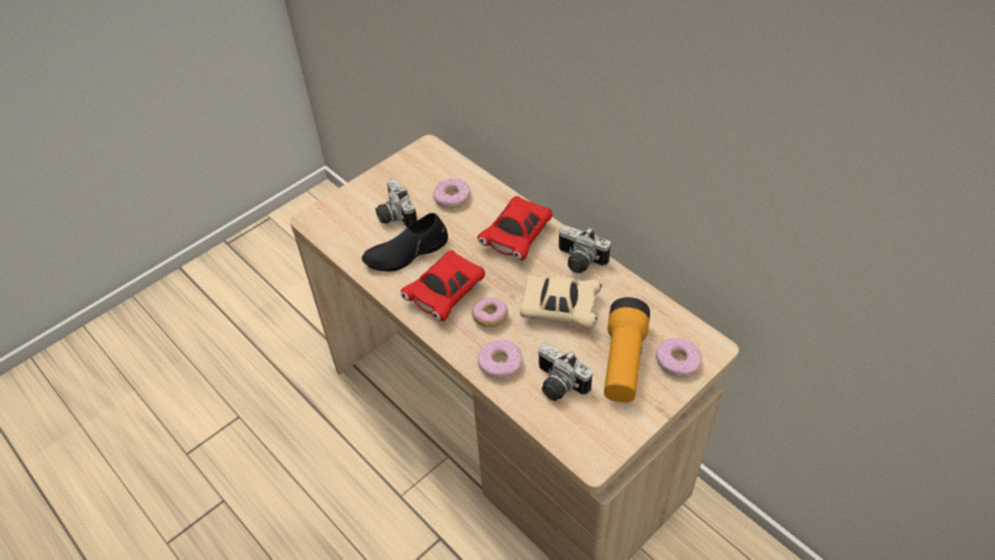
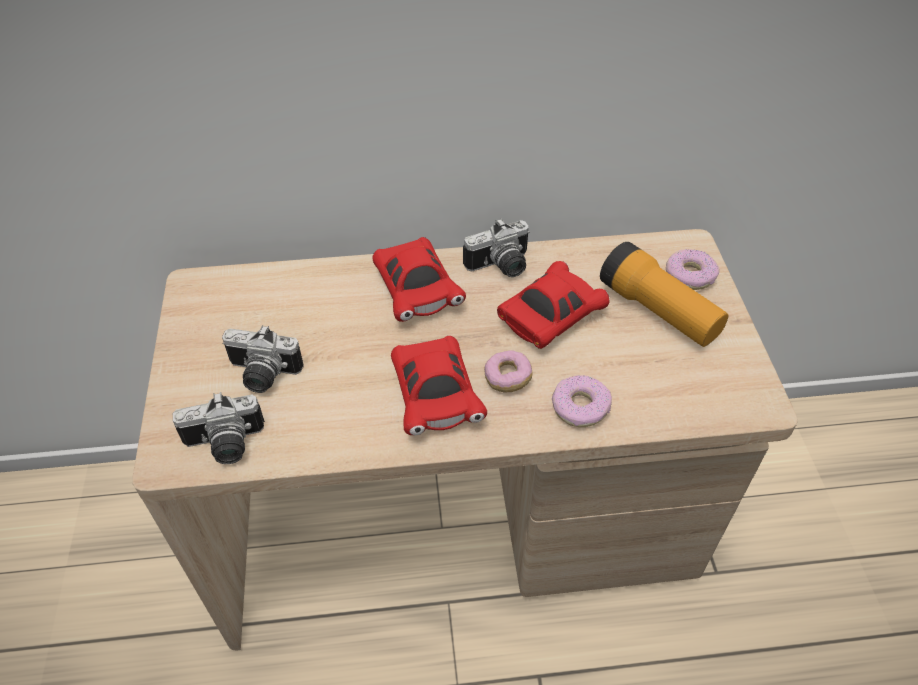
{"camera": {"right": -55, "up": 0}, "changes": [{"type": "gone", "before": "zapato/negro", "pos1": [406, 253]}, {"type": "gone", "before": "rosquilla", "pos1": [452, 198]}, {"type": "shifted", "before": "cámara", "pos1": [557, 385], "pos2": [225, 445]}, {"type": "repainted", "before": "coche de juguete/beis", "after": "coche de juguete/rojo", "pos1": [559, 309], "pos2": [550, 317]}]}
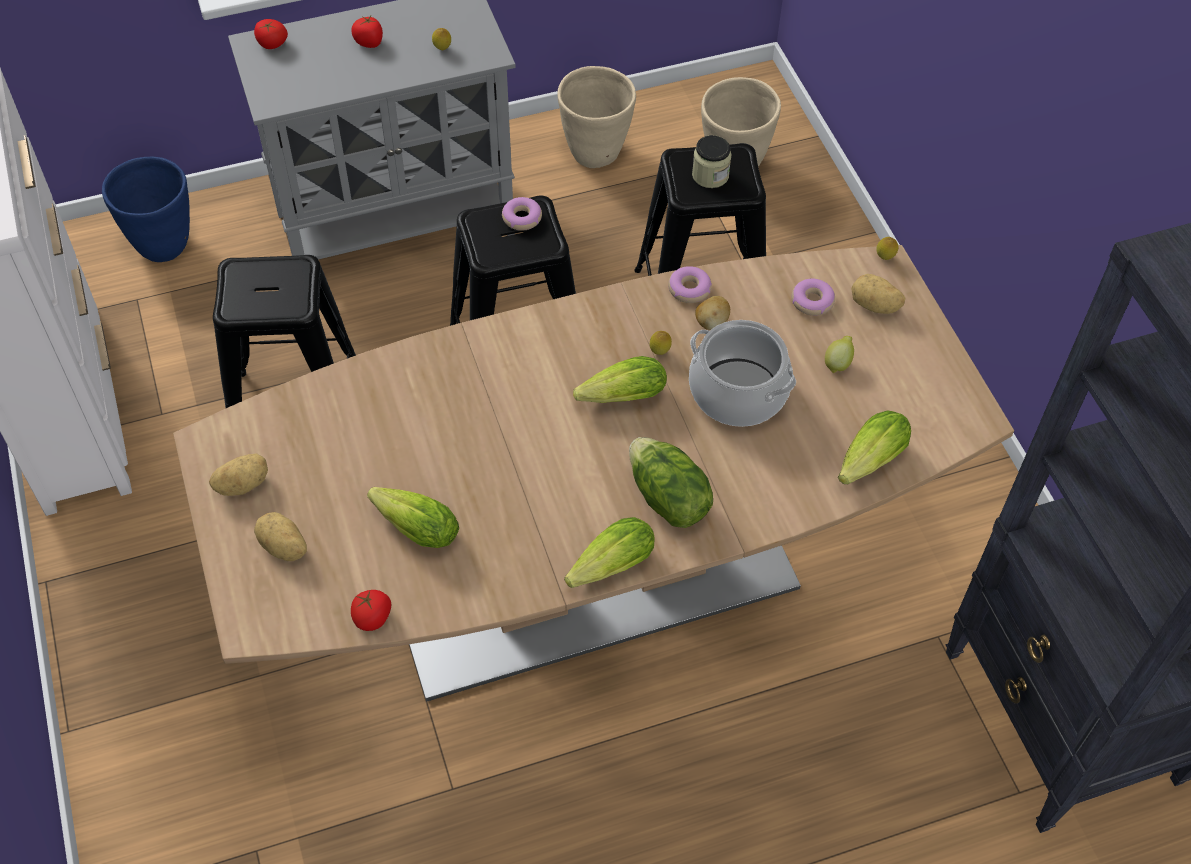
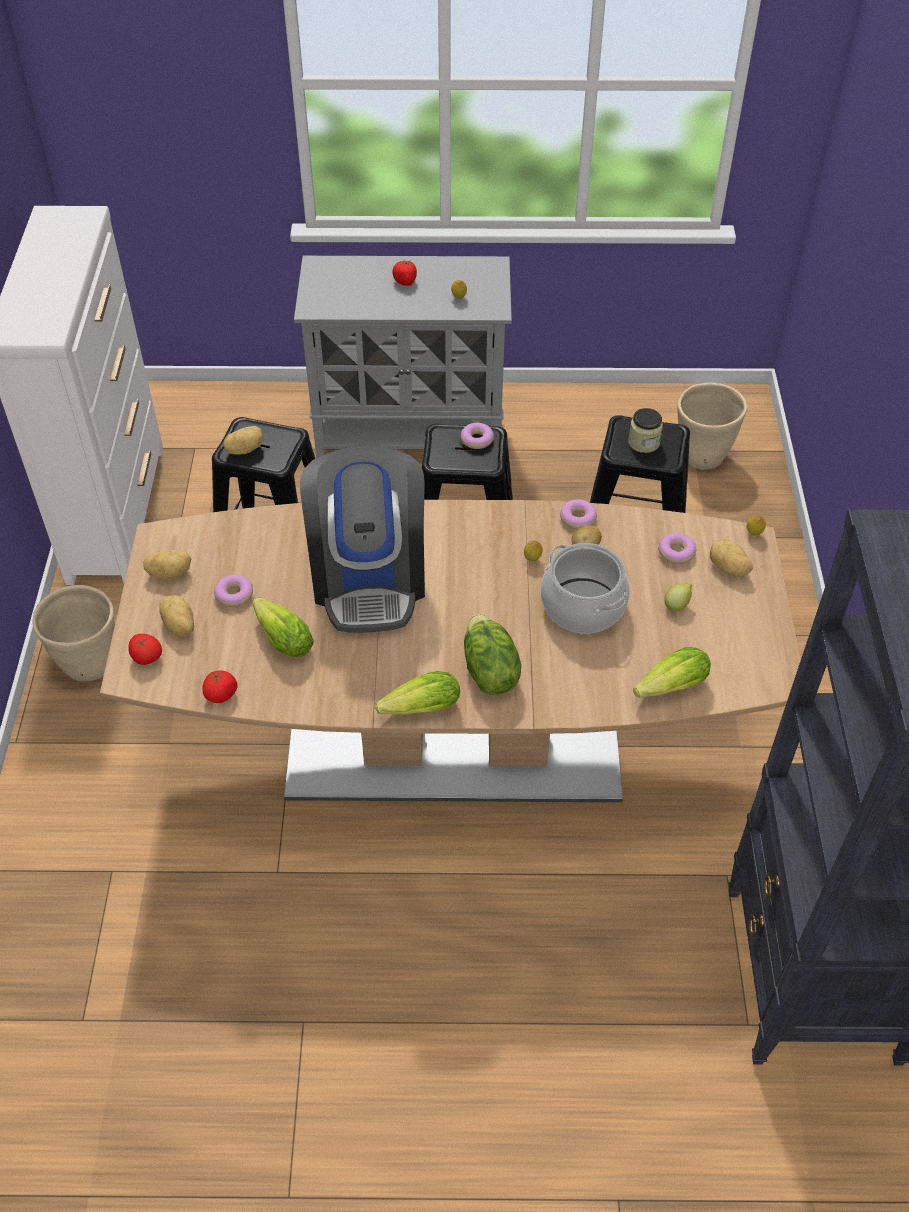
{"camera": {"right": 20, "up": -5}, "changes": [{"type": "gone", "before": "maceta/azul", "pos1": [163, 245]}, {"type": "gone", "before": "lechuga", "pos1": [618, 398]}, {"type": "new", "after": "rosquilla", "pos2": [234, 595]}, {"type": "new", "after": "patata", "pos2": [245, 449]}, {"type": "new", "after": "cafetera", "pos2": [369, 578]}, {"type": "shifted", "before": "tomate", "pos1": [272, 44], "pos2": [146, 657]}, {"type": "shifted", "before": "maceta/beis", "pos1": [596, 153], "pos2": [91, 665]}]}
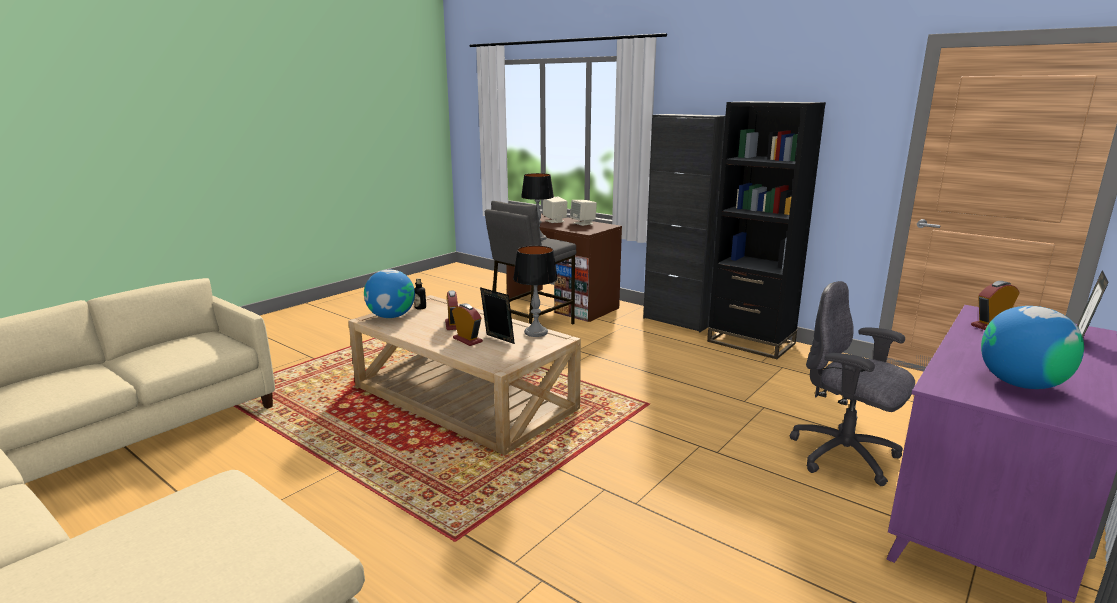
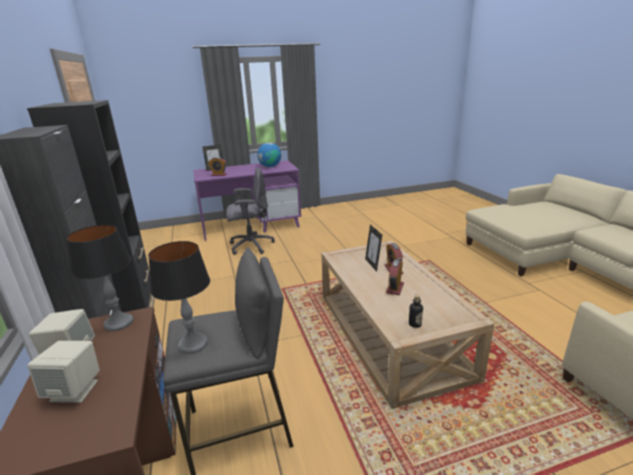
{"camera": {"right": -145, "up": 5}, "changes": [{"type": "gone", "before": "globo terráqueo", "pos1": [391, 316]}, {"type": "shifted", "before": "lámpara de mesa", "pos1": [535, 332], "pos2": [119, 323]}, {"type": "rotated", "before": "silla de oficina/gris", "pos1": [845, 456], "pos2": [250, 246], "turn": -90}]}
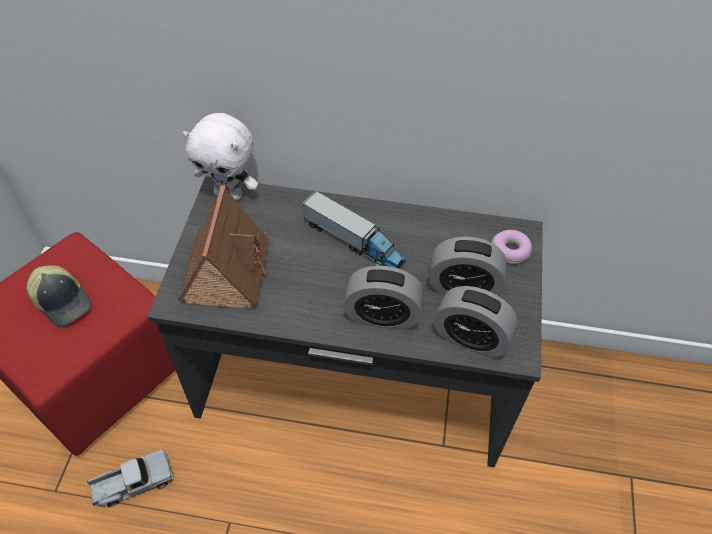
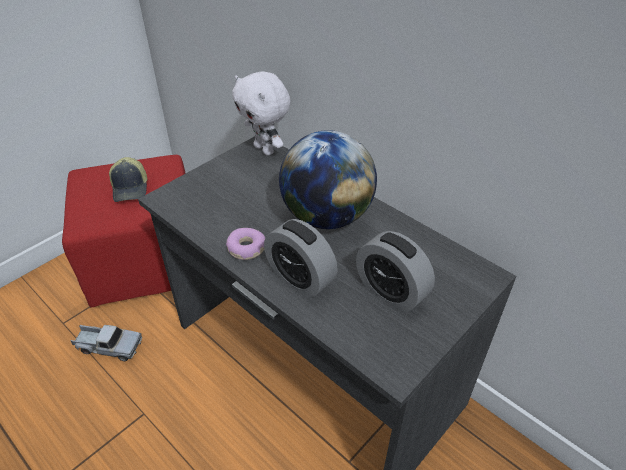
{"camera": {"right": 35, "up": -10}, "changes": [{"type": "gone", "before": "casita", "pos1": [227, 269]}, {"type": "gone", "before": "despertador", "pos1": [471, 338]}, {"type": "shifted", "before": "rosquilla", "pos1": [510, 251], "pos2": [246, 249]}, {"type": "swapped", "before": "camión de juguete", "after": "globo terráqueo", "pos1": [353, 242], "pos2": [327, 217]}]}
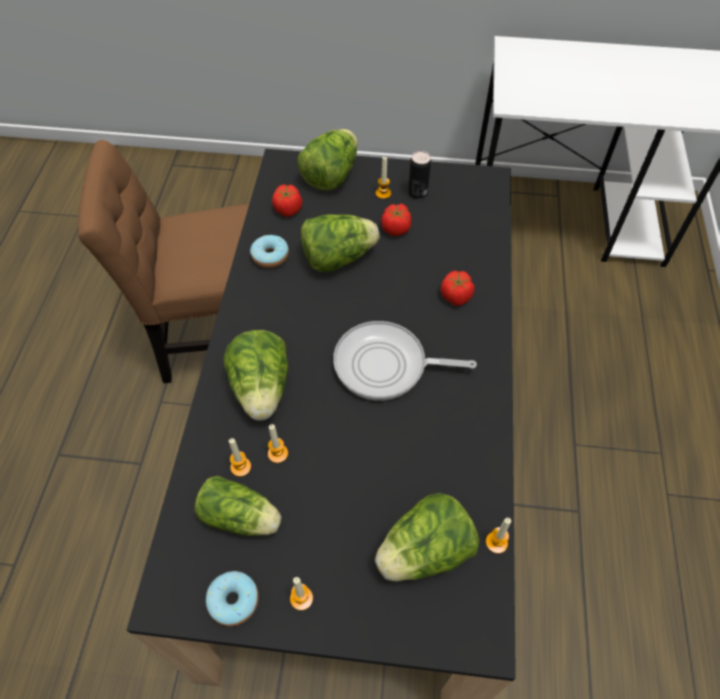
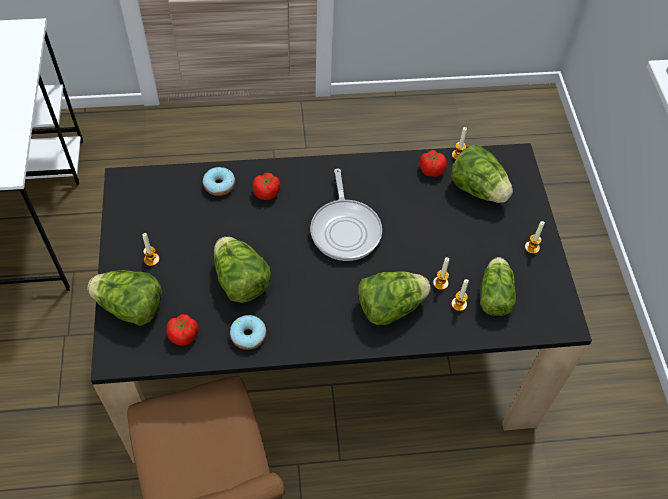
{"camera": {"right": -105, "up": 0}, "changes": [{"type": "gone", "before": "lata", "pos1": [417, 193]}, {"type": "shifted", "before": "rosquilla", "pos1": [233, 601], "pos2": [219, 185]}, {"type": "shifted", "before": "tomate", "pos1": [396, 228], "pos2": [431, 170]}]}
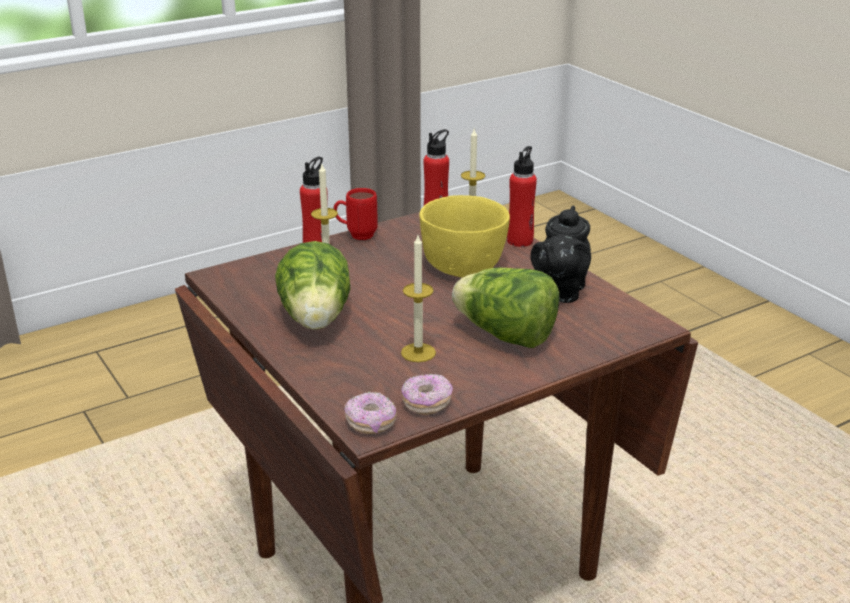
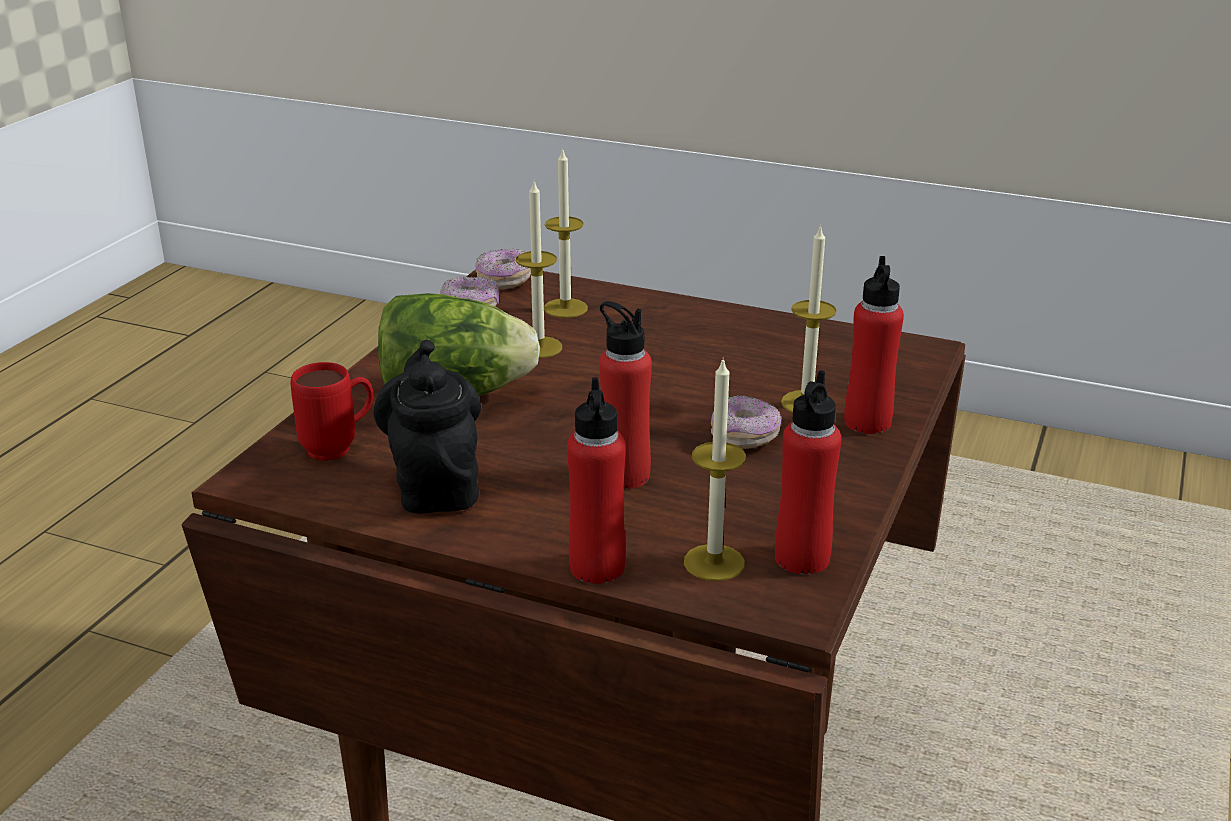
{"camera": {"right": 145, "up": 0}, "changes": [{"type": "gone", "before": "lechuga", "pos1": [316, 320]}, {"type": "new", "after": "vela", "pos2": [565, 308]}, {"type": "new", "after": "rosquilla", "pos2": [744, 437]}, {"type": "shifted", "before": "taza grande/rojo", "pos1": [356, 235], "pos2": [340, 448]}, {"type": "swapped", "before": "cuenco/amarillo", "after": "botella/rojo", "pos1": [464, 268], "pos2": [624, 475]}]}
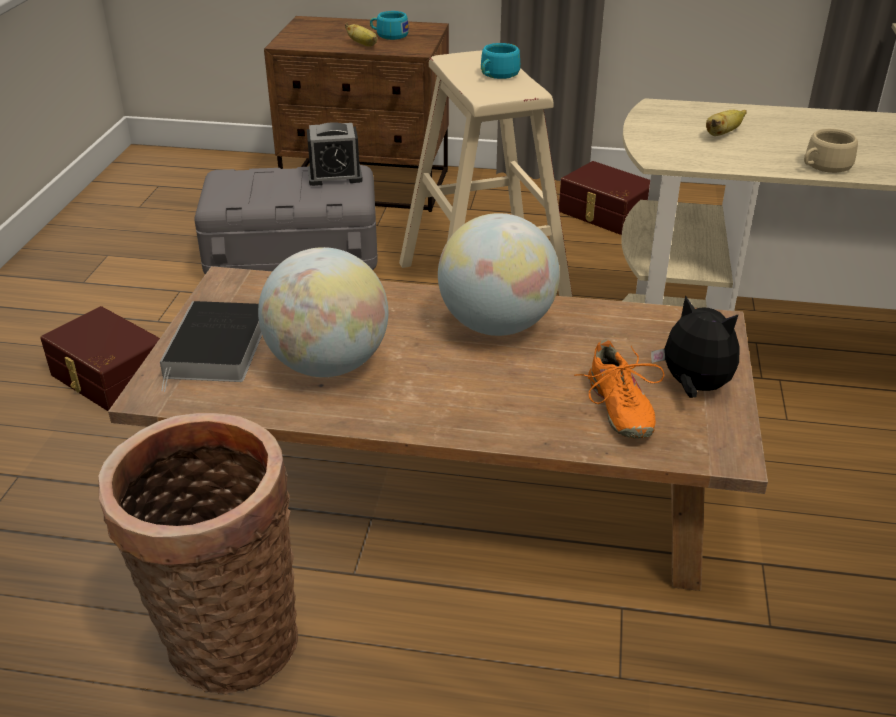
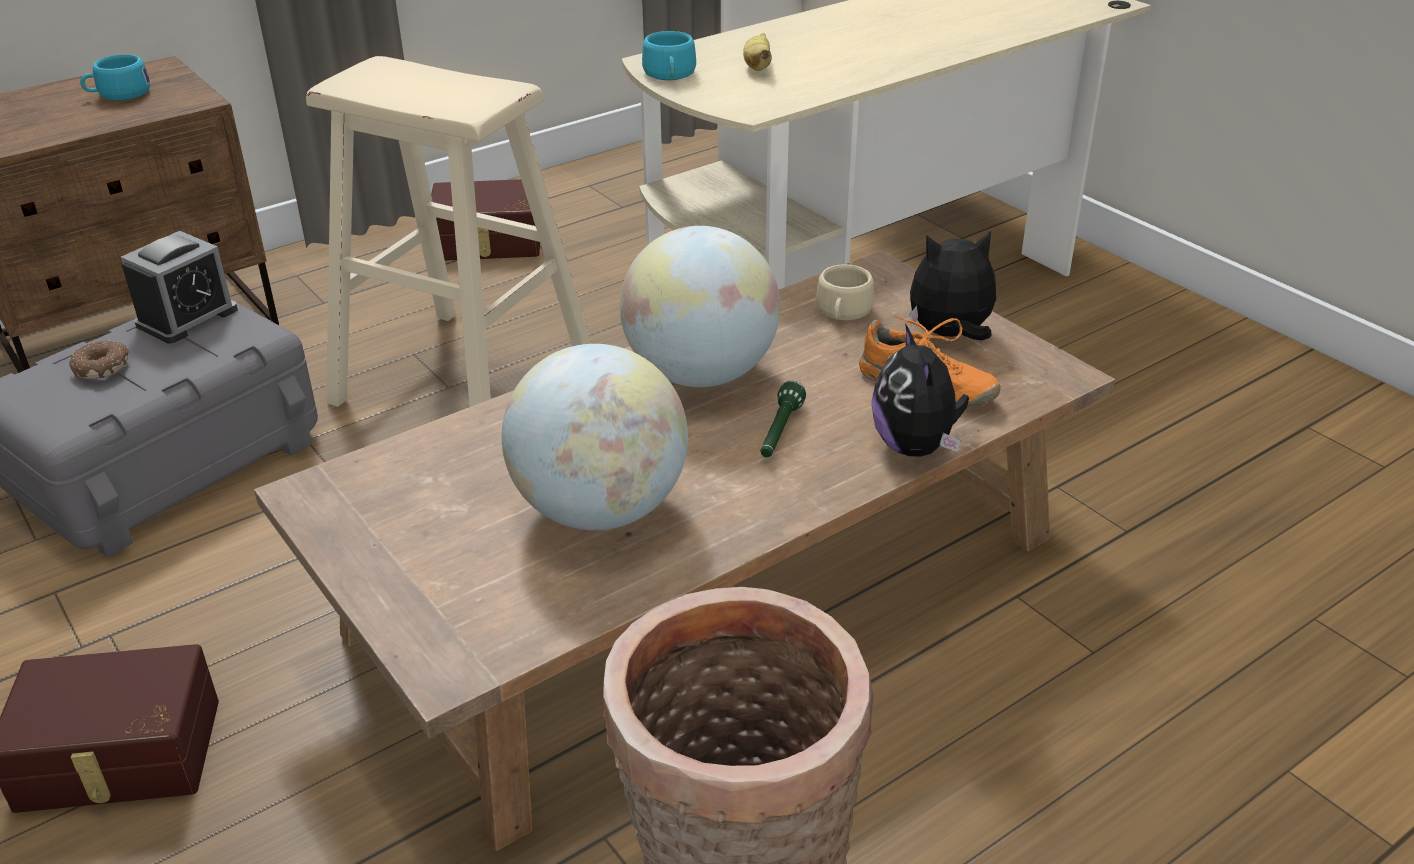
{"camera": {"right": -45, "up": 0}, "changes": [{"type": "gone", "before": "libro", "pos1": [217, 350]}, {"type": "gone", "before": "plátano", "pos1": [363, 45]}, {"type": "new", "after": "rosquilla", "pos2": [102, 367]}, {"type": "new", "after": "linterna/verde", "pos2": [779, 433]}, {"type": "new", "after": "peluche", "pos2": [916, 447]}, {"type": "shifted", "before": "taza/turquesa", "pos1": [497, 75], "pos2": [670, 75]}, {"type": "shifted", "before": "taza/beis", "pos1": [823, 166], "pos2": [842, 312]}]}
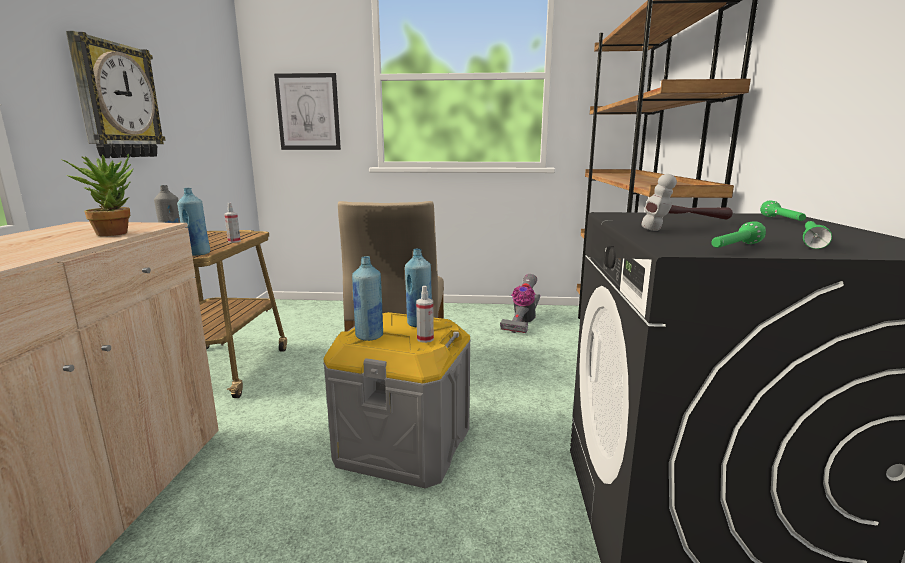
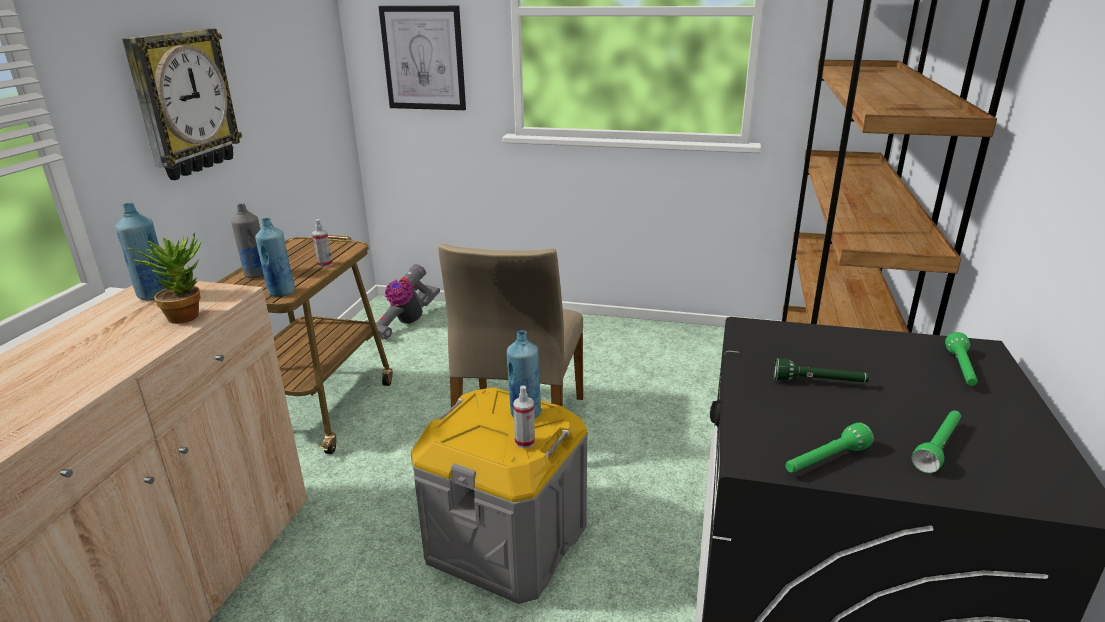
{"camera": {"right": 10, "up": 10}, "changes": [{"type": "shifted", "before": "botella/azul", "pos1": [369, 336], "pos2": [154, 295]}, {"type": "shifted", "before": "aspiradora", "pos1": [522, 322], "pos2": [404, 323]}, {"type": "swapped", "before": "martillo", "after": "linterna/verde", "pos1": [688, 226], "pos2": [819, 383]}]}
